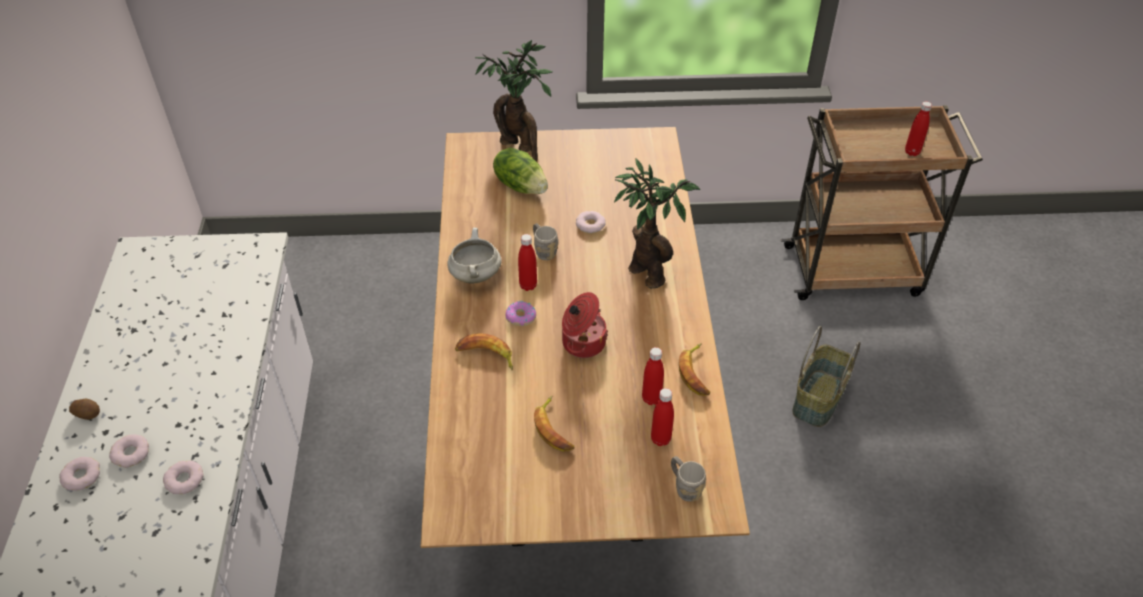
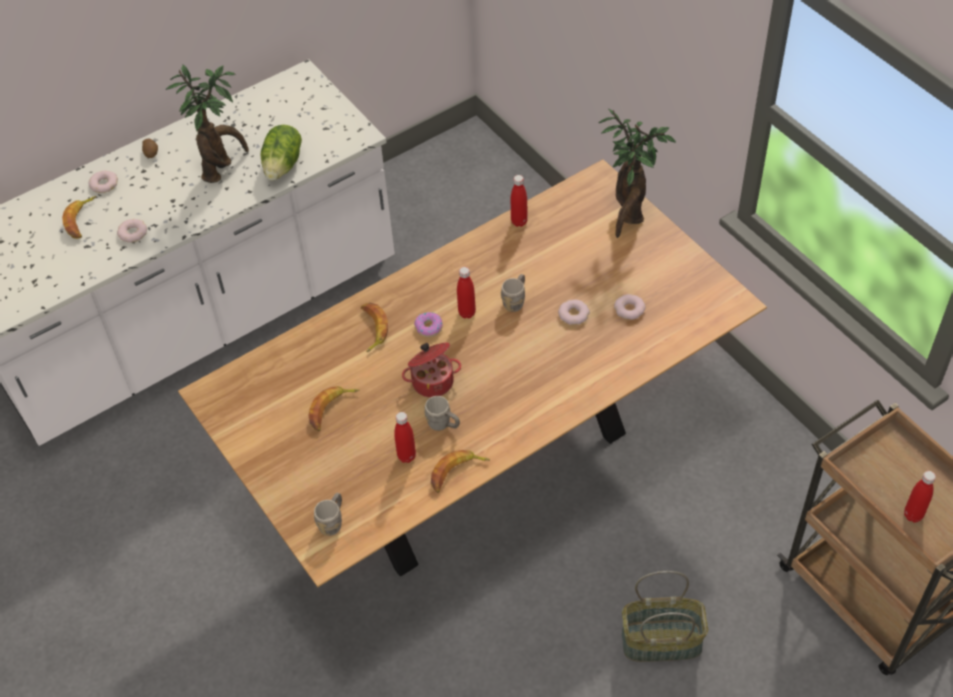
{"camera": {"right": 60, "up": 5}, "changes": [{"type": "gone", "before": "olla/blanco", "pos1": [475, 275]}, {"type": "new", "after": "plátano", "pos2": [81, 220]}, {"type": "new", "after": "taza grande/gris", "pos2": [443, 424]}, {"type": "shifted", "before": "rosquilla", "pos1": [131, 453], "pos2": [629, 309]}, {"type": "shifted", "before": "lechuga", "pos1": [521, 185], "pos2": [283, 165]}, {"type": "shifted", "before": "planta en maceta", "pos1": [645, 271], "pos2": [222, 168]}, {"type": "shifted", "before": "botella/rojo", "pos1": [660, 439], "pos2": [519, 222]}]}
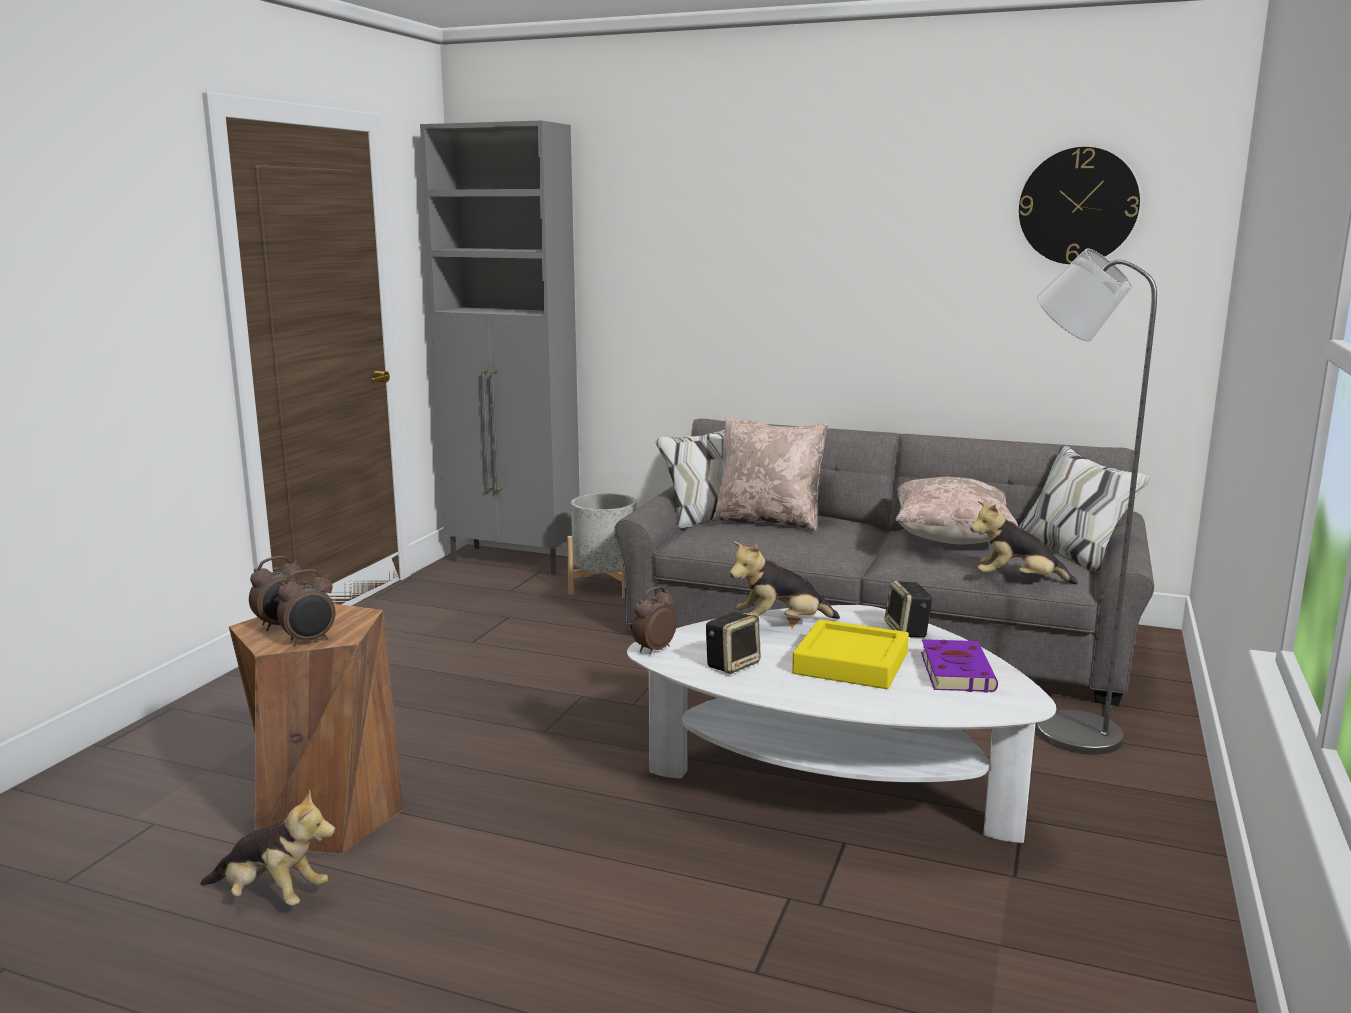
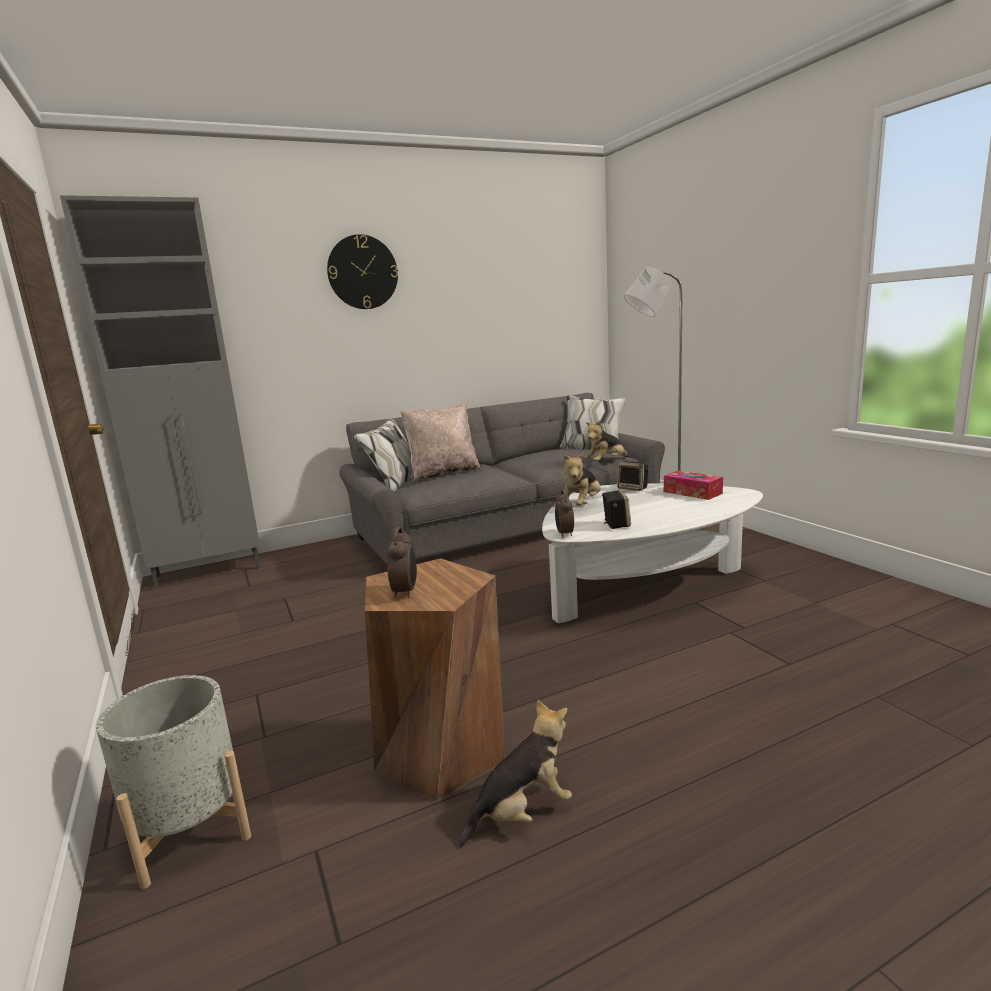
{"camera": {"right": -45, "up": 0}, "changes": [{"type": "gone", "before": "despertador", "pos1": [310, 641]}, {"type": "gone", "before": "bandeja/amarillo", "pos1": [851, 663]}, {"type": "gone", "before": "cojín/beis", "pos1": [951, 539]}, {"type": "shifted", "before": "maceta/gris", "pos1": [605, 586], "pos2": [190, 831]}, {"type": "shifted", "before": "reloj de pared", "pos1": [1078, 206], "pos2": [362, 272]}, {"type": "swapped", "before": "libro/morado", "after": "caja de pañuelos", "pos1": [955, 671], "pos2": [692, 492]}]}
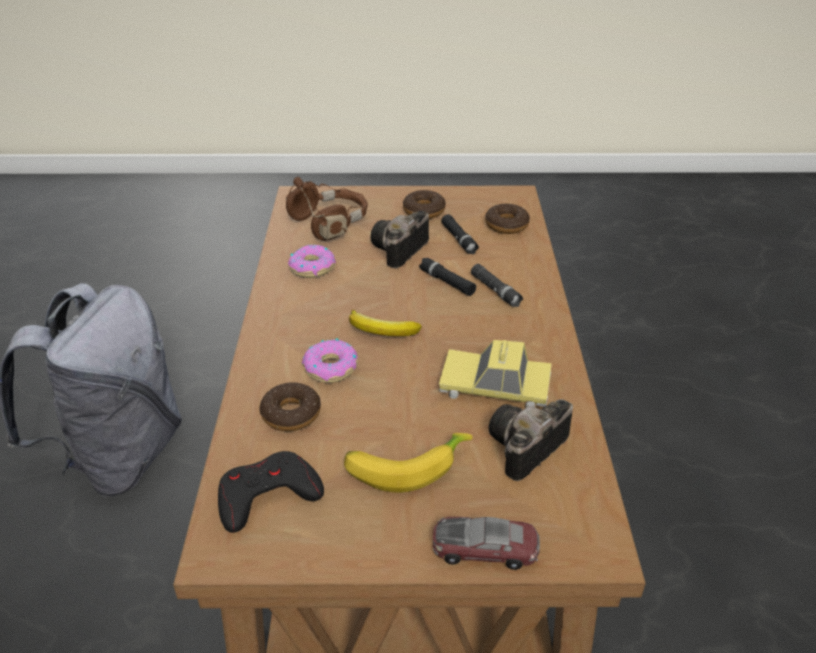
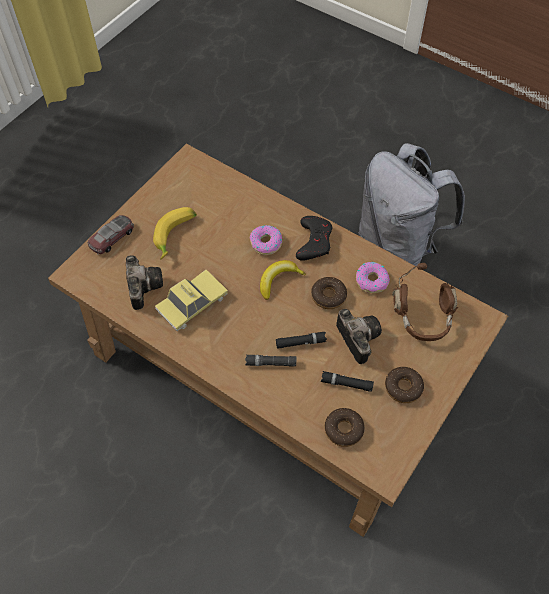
{"camera": {"right": 125, "up": 20}, "changes": [{"type": "shifted", "before": "mando de consola/negro", "pos1": [267, 496], "pos2": [314, 241]}, {"type": "shifted", "before": "rosquilla", "pos1": [291, 414], "pos2": [328, 296]}]}
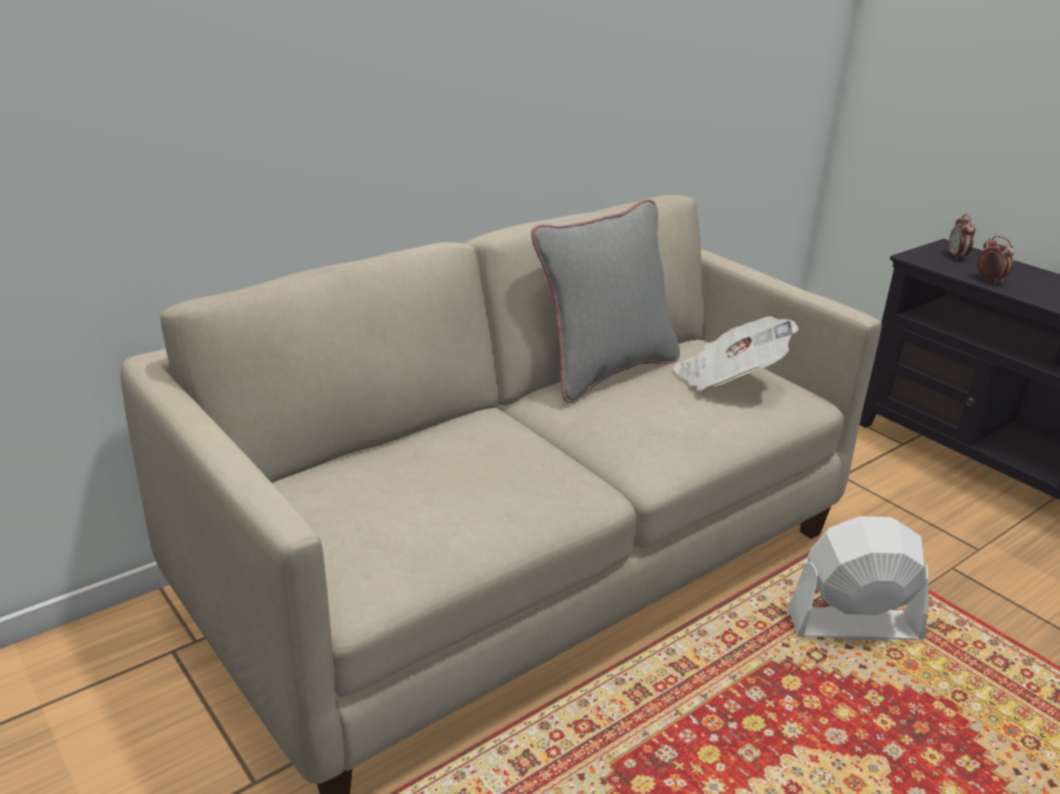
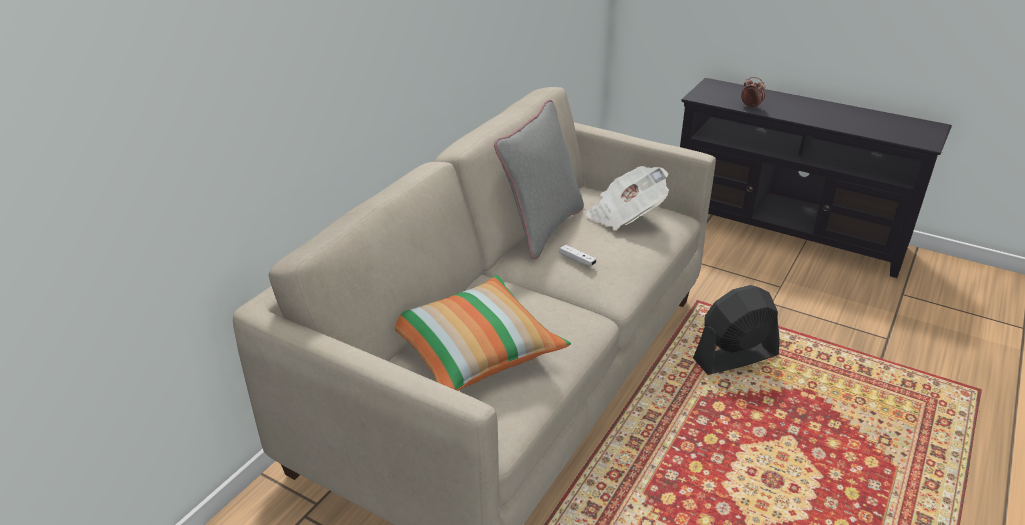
{"camera": {"right": -20, "up": 5}, "changes": [{"type": "gone", "before": "despertador", "pos1": [957, 256]}, {"type": "new", "after": "cojín", "pos2": [474, 351]}, {"type": "new", "after": "mando de consola/blanco", "pos2": [577, 260]}, {"type": "repainted", "before": "ventilador/blanco", "after": "ventilador/negro", "pos1": [853, 625], "pos2": [734, 358]}]}
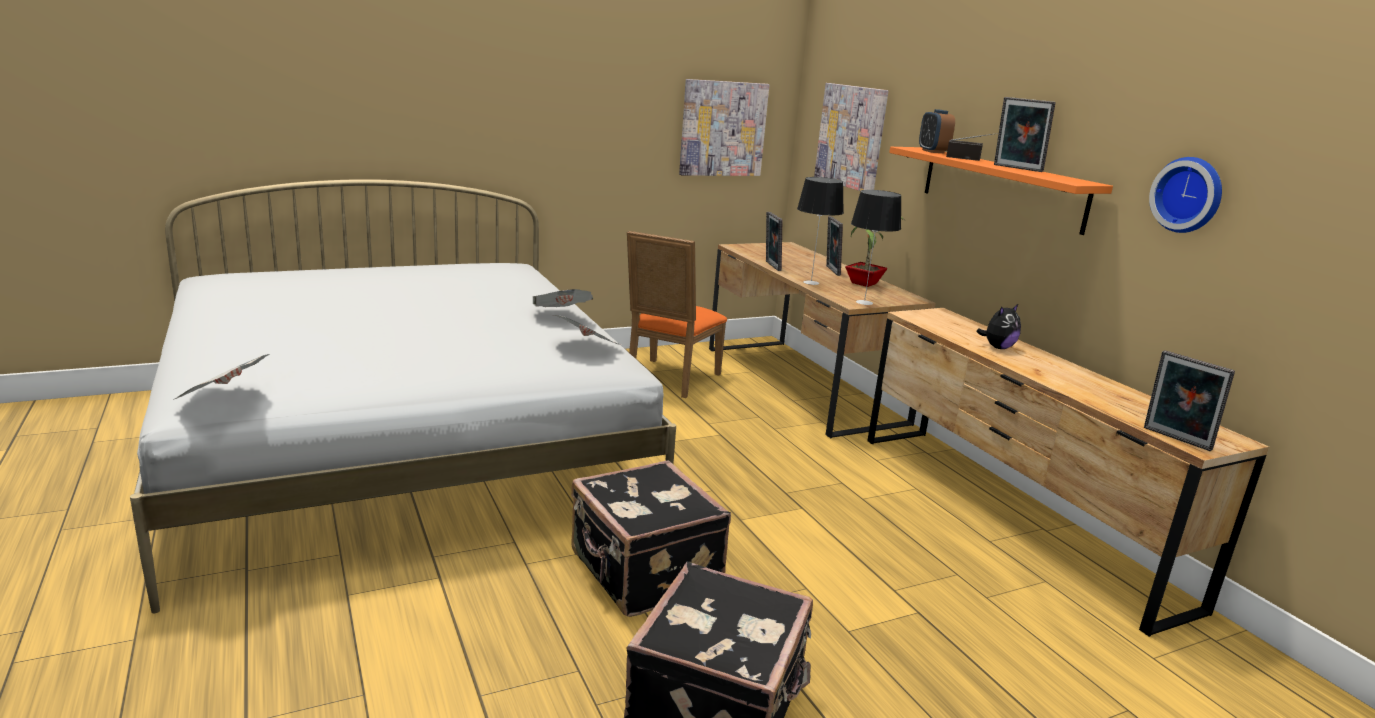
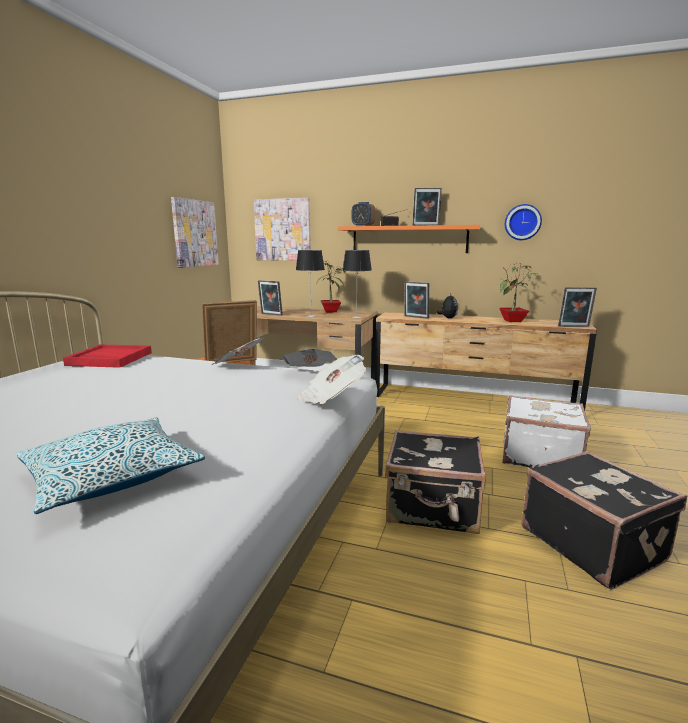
{"camera": {"right": -45, "up": -5}, "changes": [{"type": "new", "after": "cojín", "pos2": [112, 476]}, {"type": "new", "after": "bandeja/rojo", "pos2": [109, 359]}, {"type": "new", "after": "planta en maceta", "pos2": [513, 321]}, {"type": "new", "after": "maleta/blanco", "pos2": [539, 456]}, {"type": "shifted", "before": "periódico", "pos1": [224, 399], "pos2": [331, 396]}, {"type": "shifted", "before": "portarretratos", "pos1": [830, 270], "pos2": [415, 317]}]}
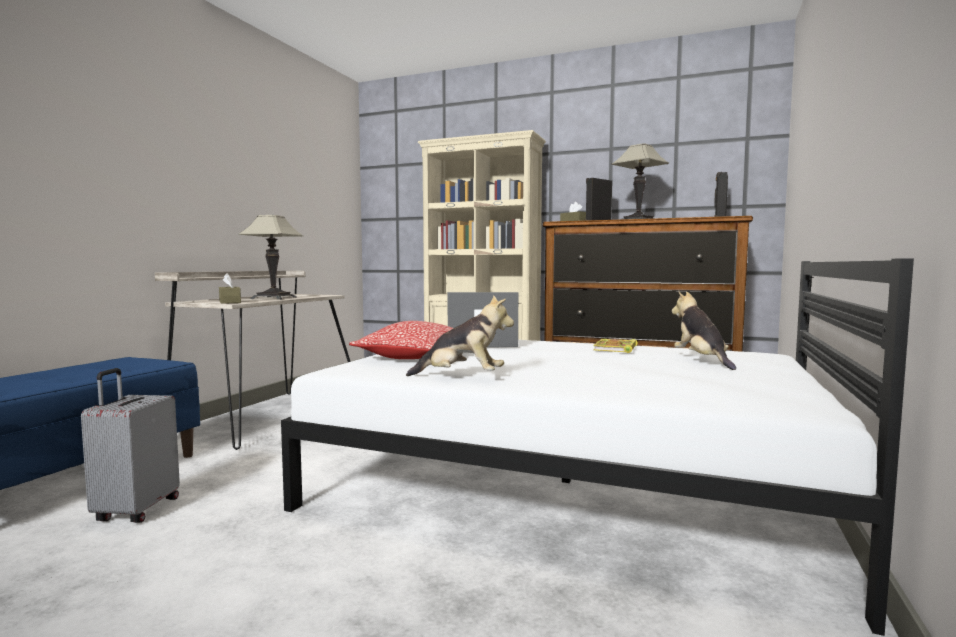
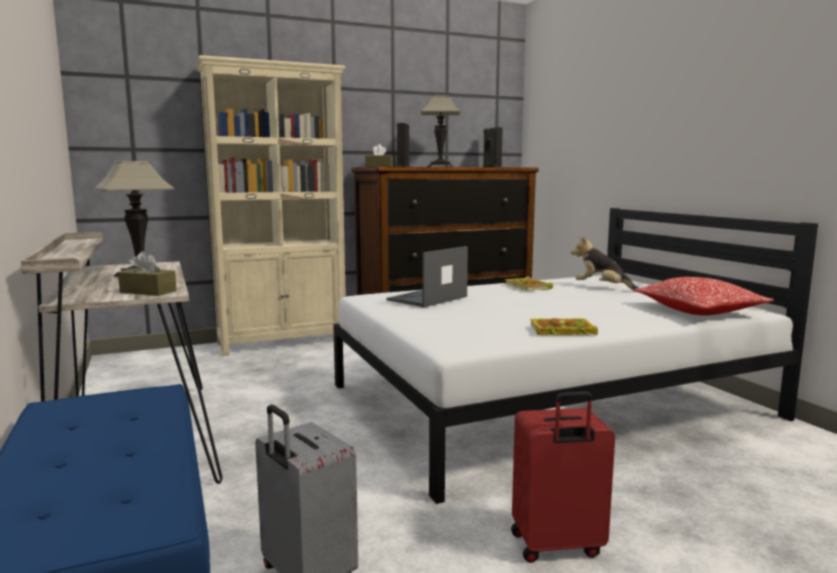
{"camera": {"right": -45, "up": 5}, "changes": [{"type": "new", "after": "maleta/rojo", "pos2": [557, 546]}, {"type": "shifted", "before": "cojín", "pos1": [417, 357], "pos2": [699, 311]}, {"type": "swapped", "before": "peluche", "after": "libro", "pos1": [462, 377], "pos2": [560, 331]}]}
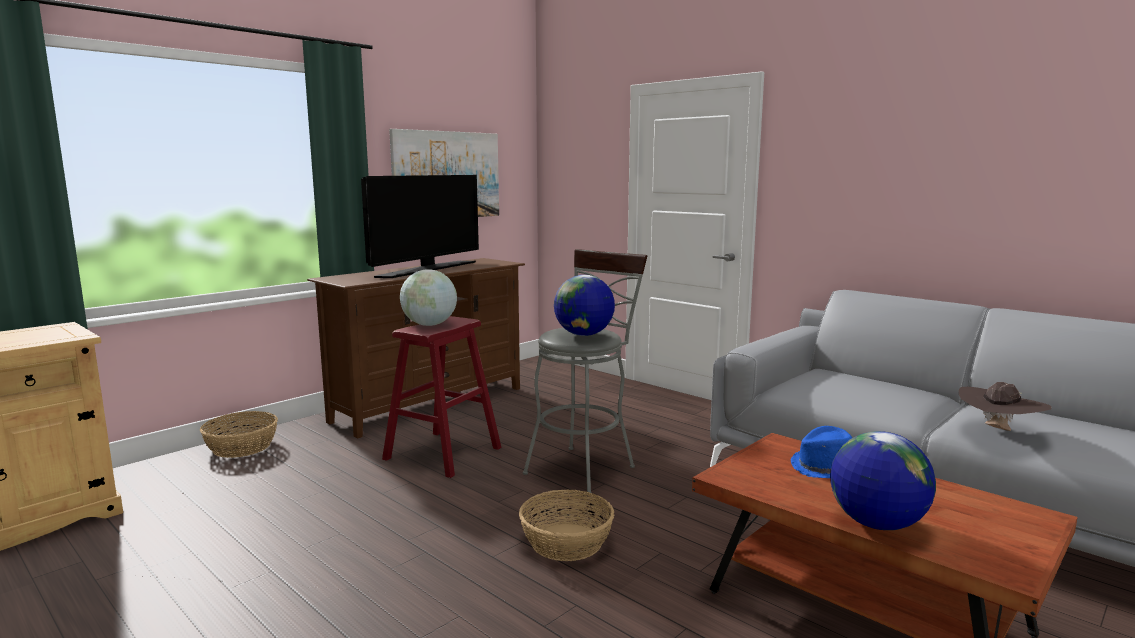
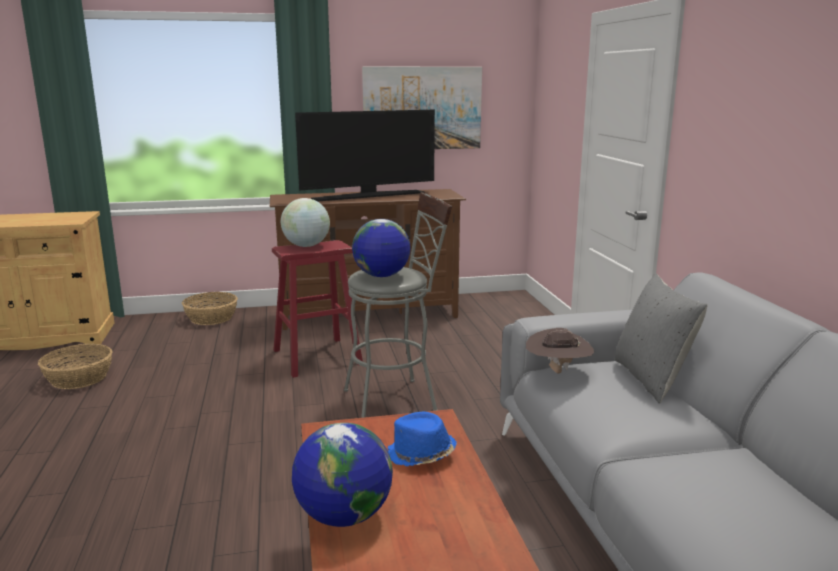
{"camera": {"right": 35, "up": 5}, "changes": [{"type": "new", "after": "cojín/gris", "pos2": [651, 379]}, {"type": "shifted", "before": "cesta", "pos1": [566, 542], "pos2": [80, 378]}, {"type": "shifted", "before": "sombrero/marrón", "pos1": [998, 430], "pos2": [557, 372]}]}
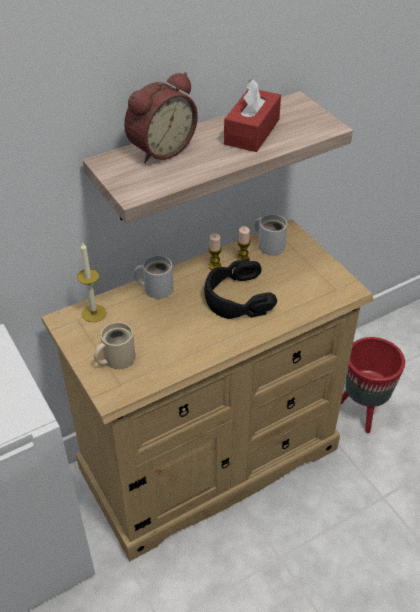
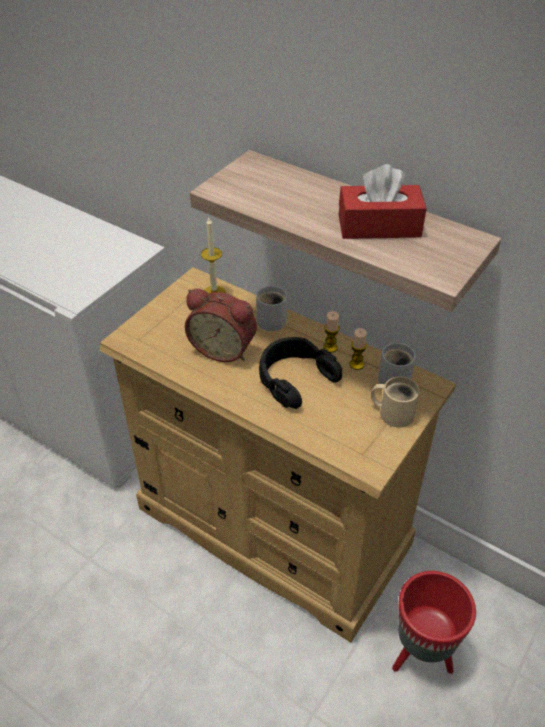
{"camera": {"right": 65, "up": 0}, "changes": [{"type": "shifted", "before": "taza grande/beis", "pos1": [116, 358], "pos2": [394, 412]}, {"type": "shifted", "before": "despertador", "pos1": [160, 149], "pos2": [224, 348]}]}
